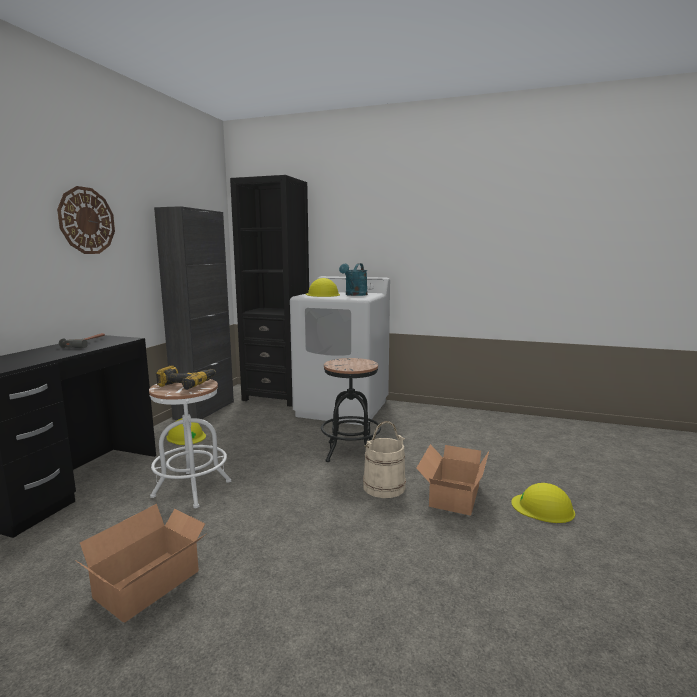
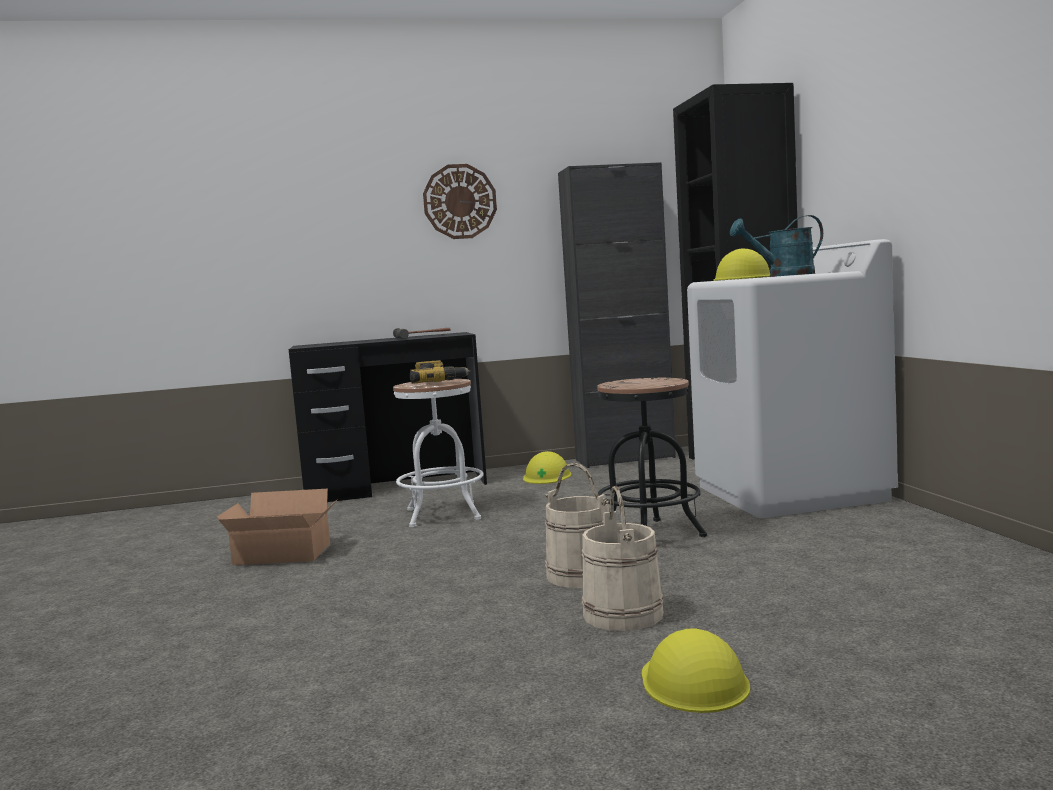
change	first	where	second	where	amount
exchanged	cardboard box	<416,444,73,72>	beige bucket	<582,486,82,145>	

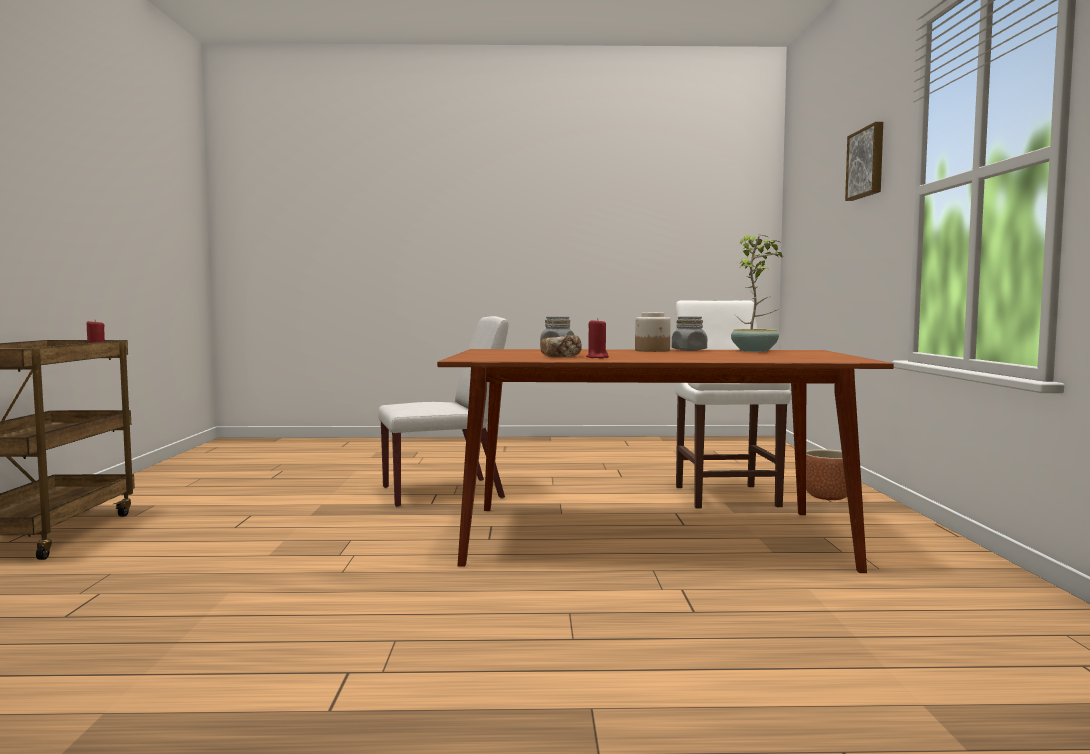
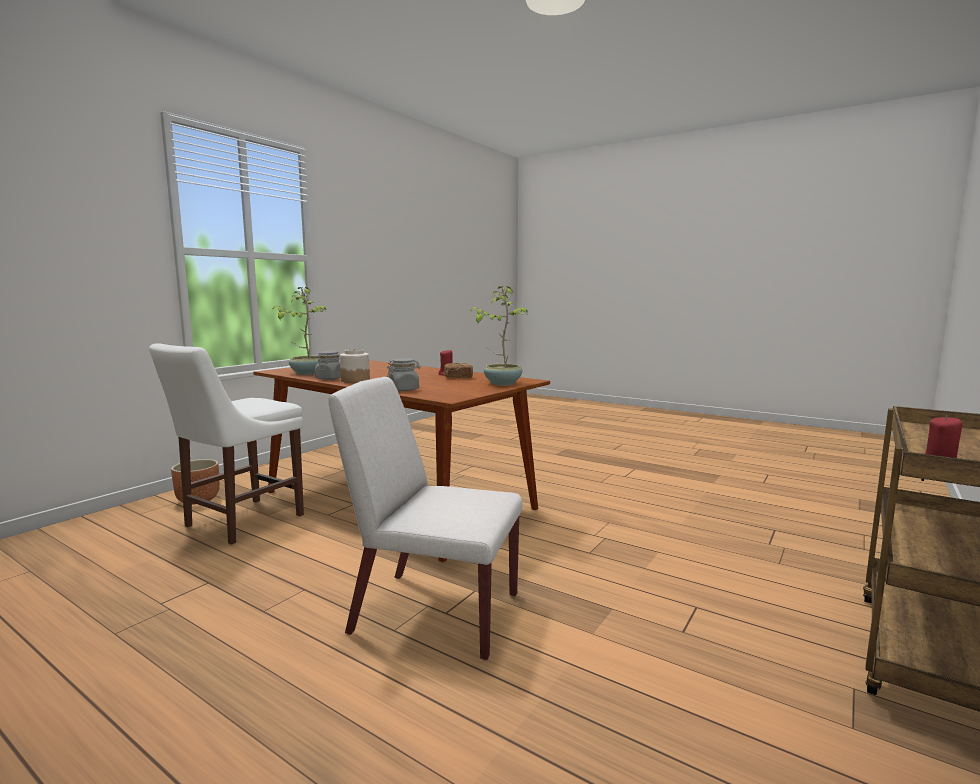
change	first	where	second	where	amount
missing	picture	<845,122,38,79>			
appeared			potted plant	<470,286,59,100>	

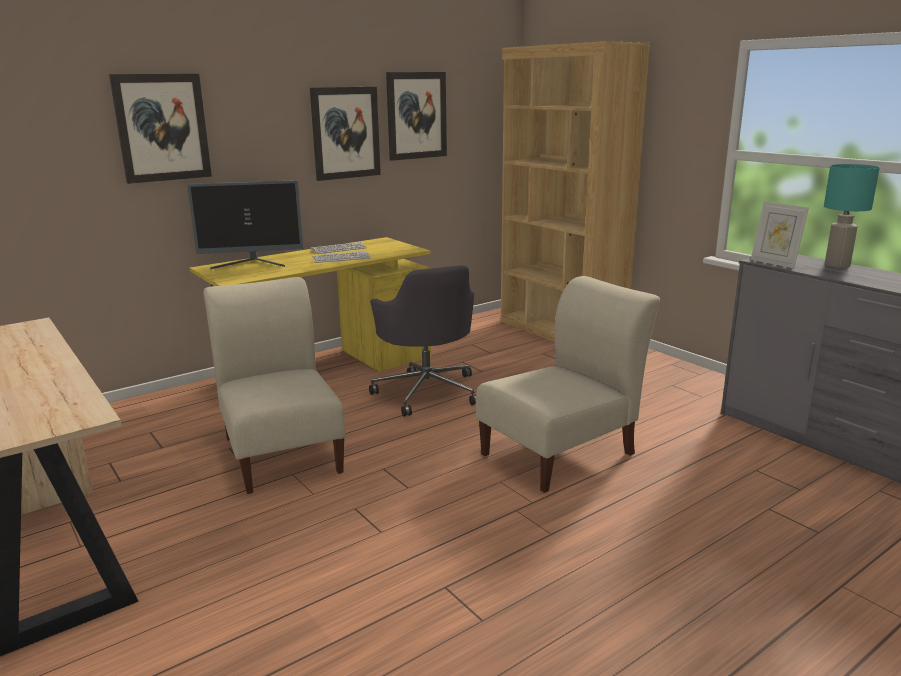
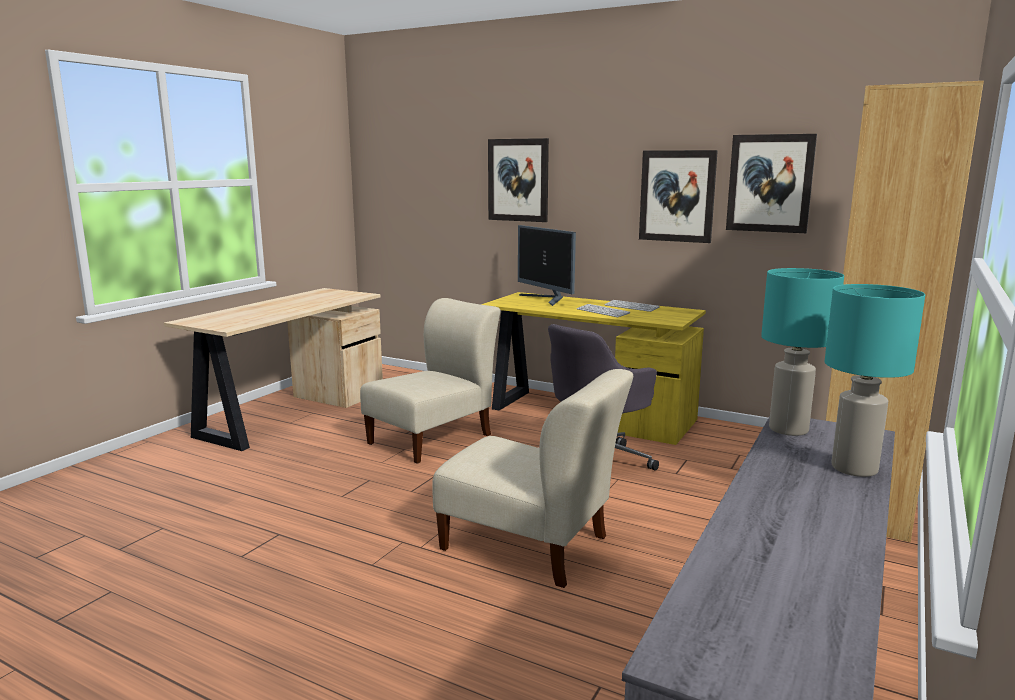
change	first	where	second	where	amount
exchanged	picture frame	<751,202,58,66>	turquoise table lamp	<761,268,83,168>	

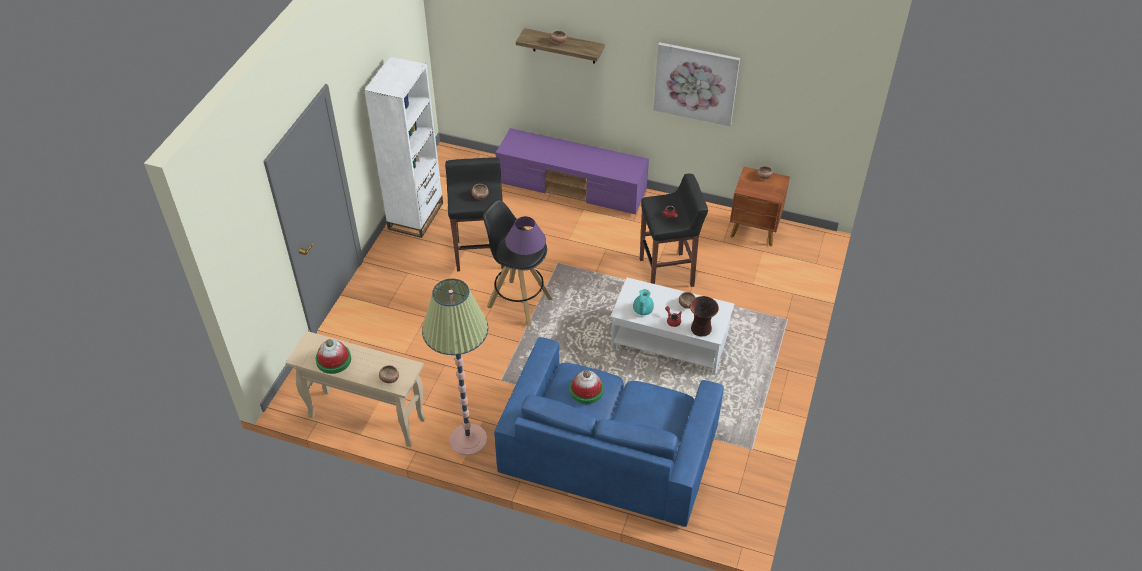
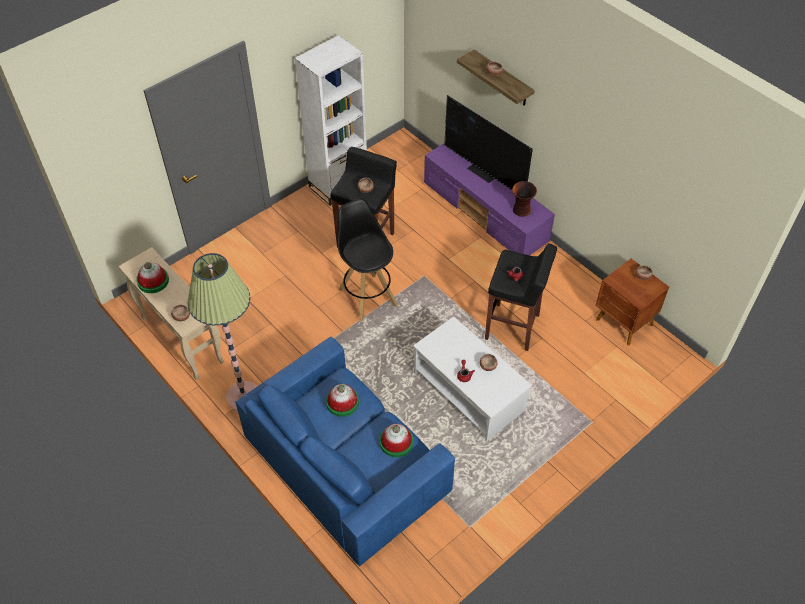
change	first	where	second	where	amount
missing	purple table lamp	<505,216,41,40>			
missing	turquoise teapot	<633,289,21,26>			
missing	picture	<653,42,87,84>			
relocated	vase	<690,296,29,40>		<512,181,25,36>	
appeared			hat	<380,423,33,34>	
appeared			television	<444,95,89,95>	

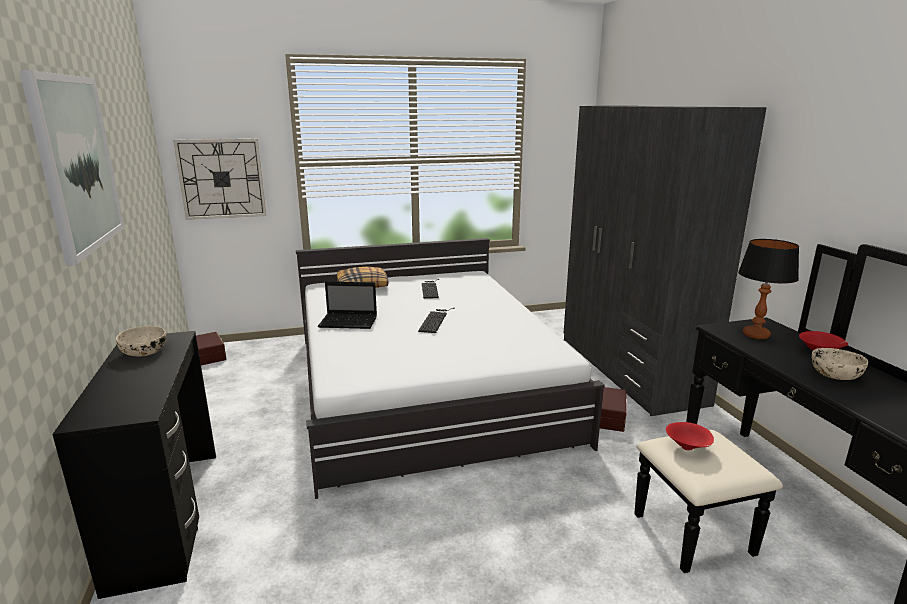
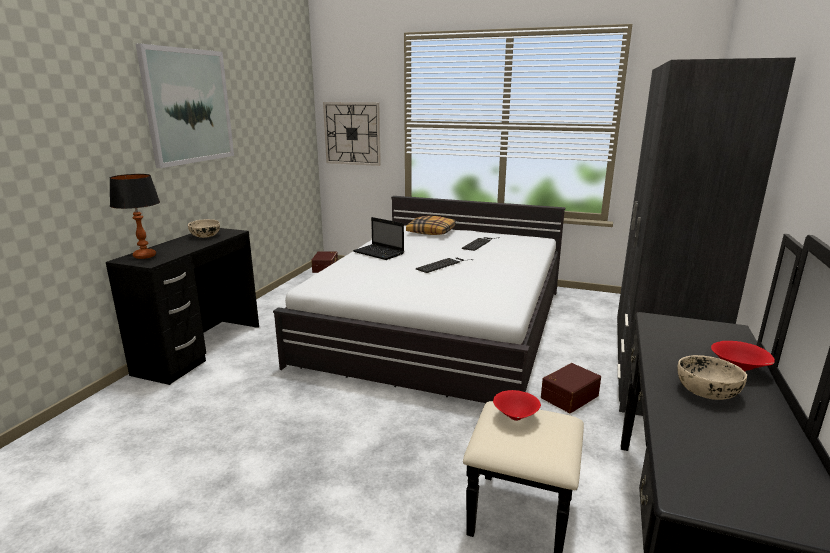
change	first	where	second	where	amount
relocated	table lamp	<738,239,61,100>		<109,174,51,85>	

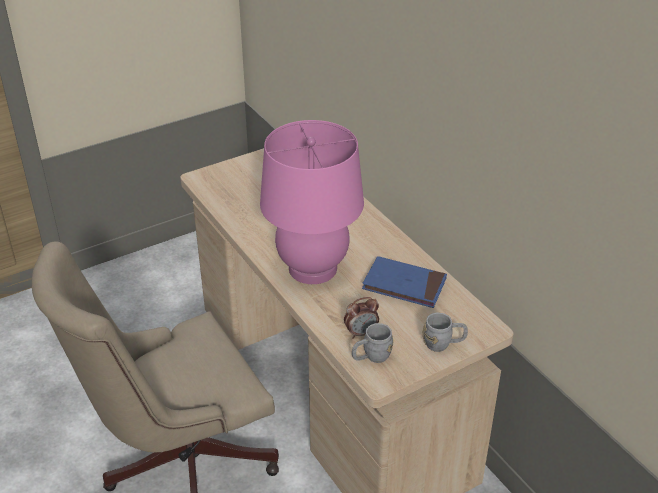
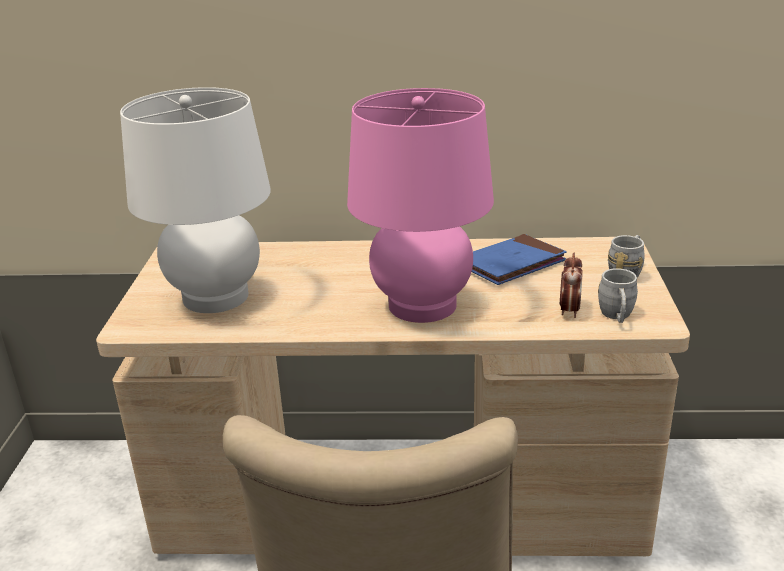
change	first	where	second	where	amount
appeared			white table lamp	<120,87,151,226>	

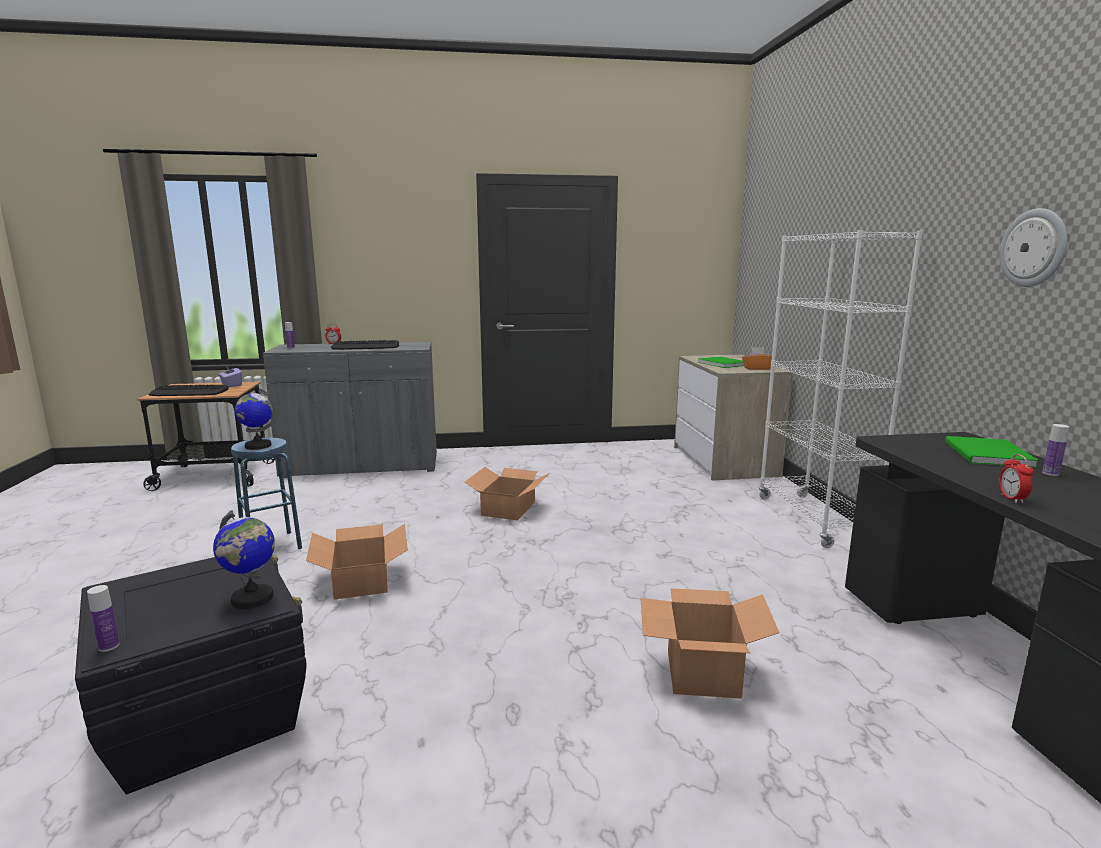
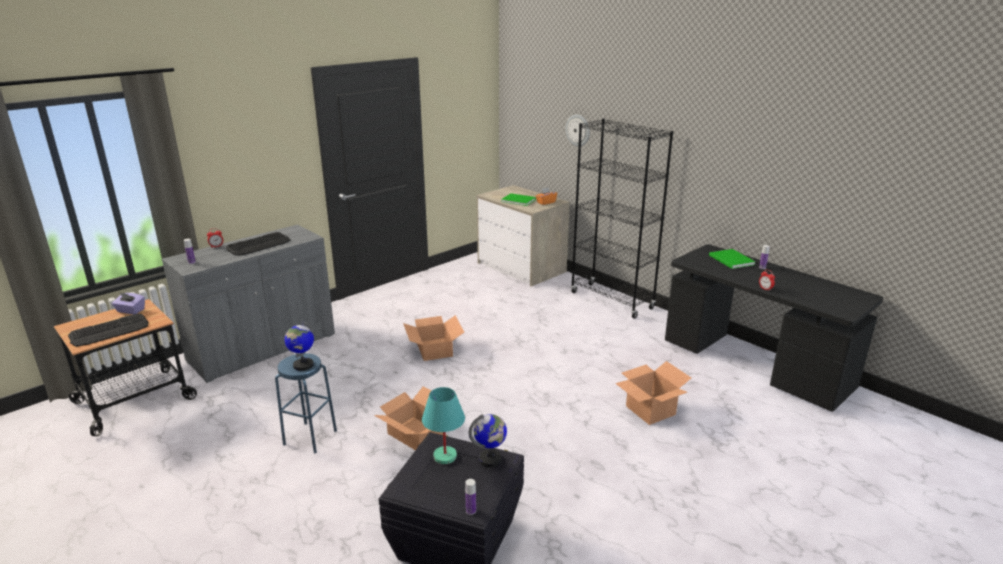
change	first	where	second	where	amount
colour	white bookcase	<758,230,165,318>	black bookcase	<571,118,102,201>	
relocated	wall clock	<999,208,69,79>		<566,115,24,31>	
appeared			turquoise table lamp	<422,387,43,77>	

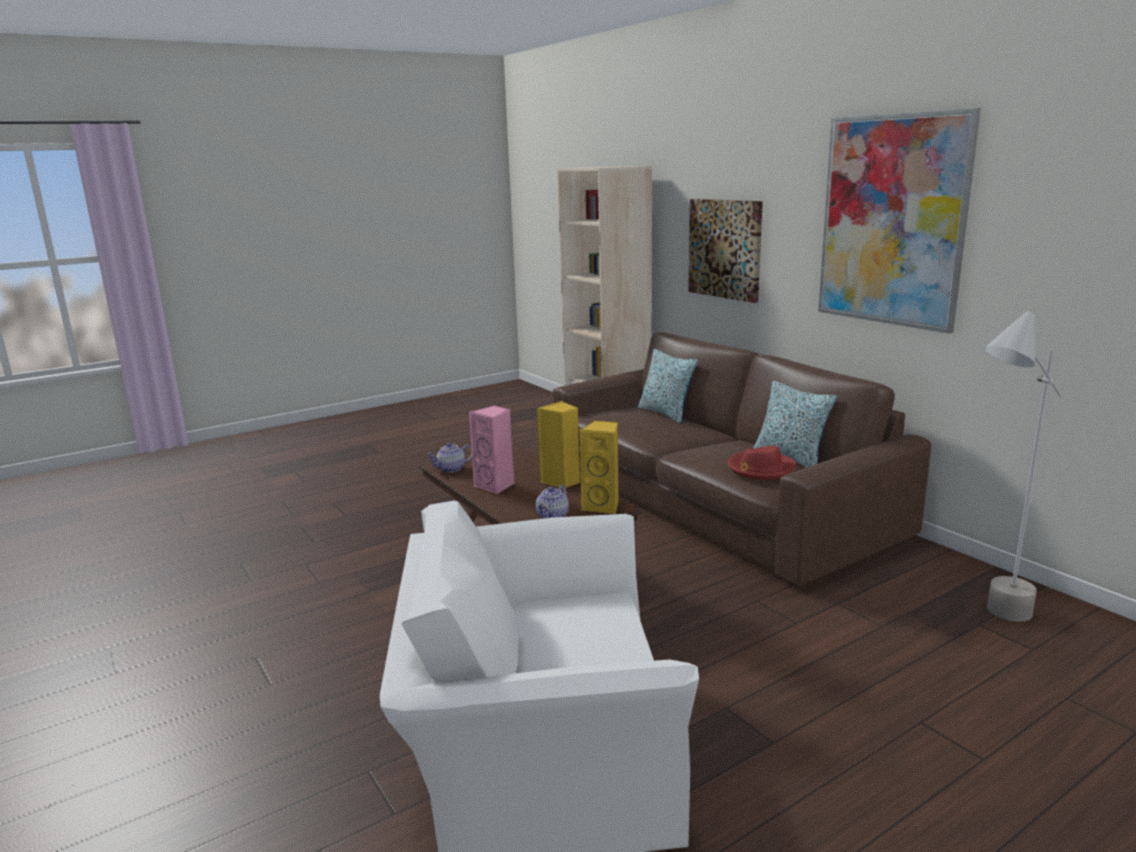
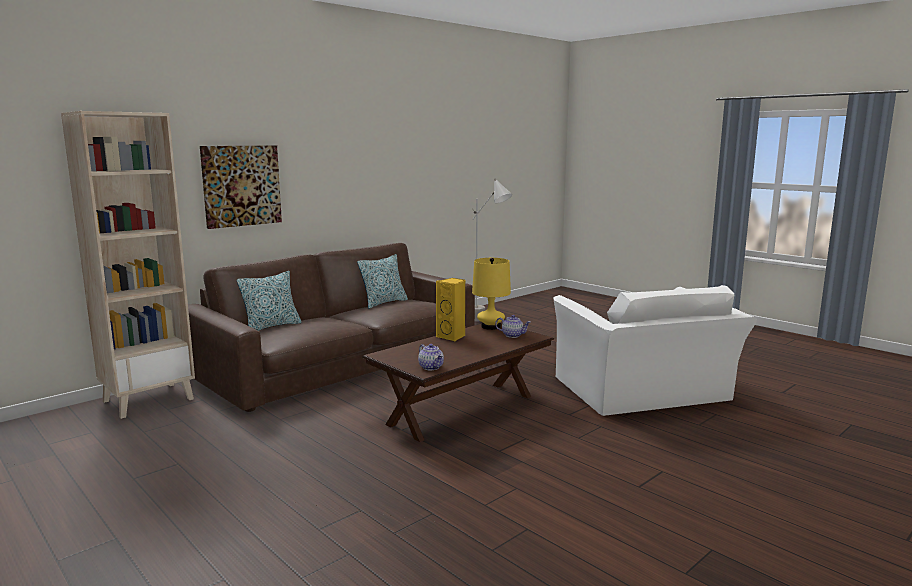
change	first	where	second	where	amount
missing	pink speaker	<469,405,46,90>			
exchanged	yellow speaker	<580,420,39,94>	yellow table lamp	<472,258,39,72>	
missing	red hat	<728,446,68,34>			
missing	picture	<818,108,163,226>			

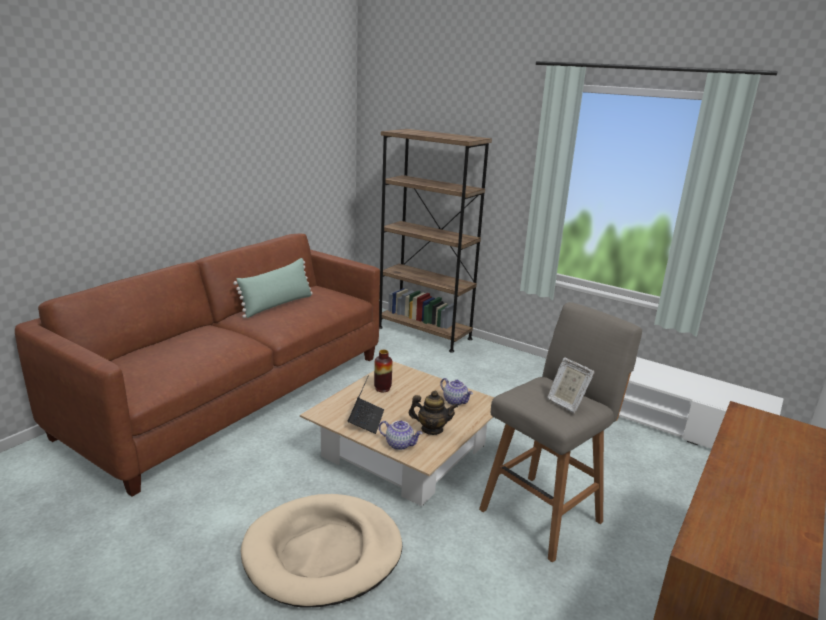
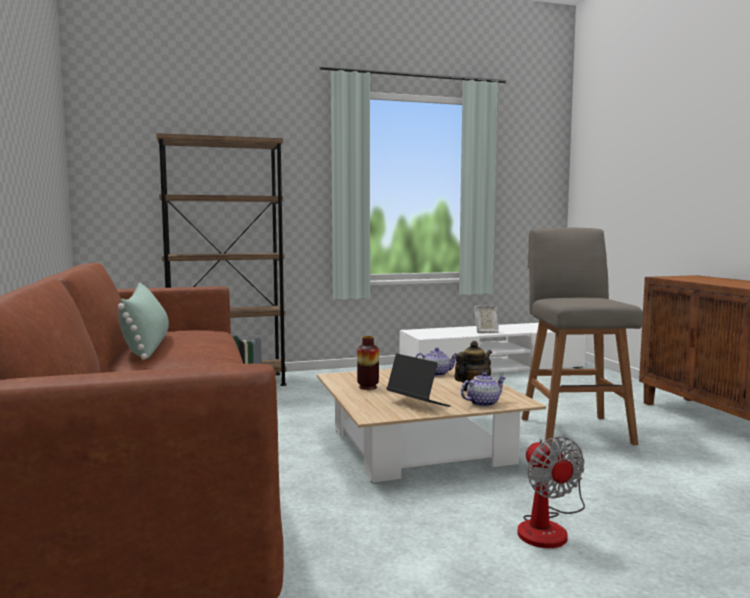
change	first	where	second	where	amount
exchanged	beige dog bed	<241,494,161,113>	fan	<517,436,68,112>	
relocated	picture frame	<547,357,48,56>		<474,306,25,27>	

